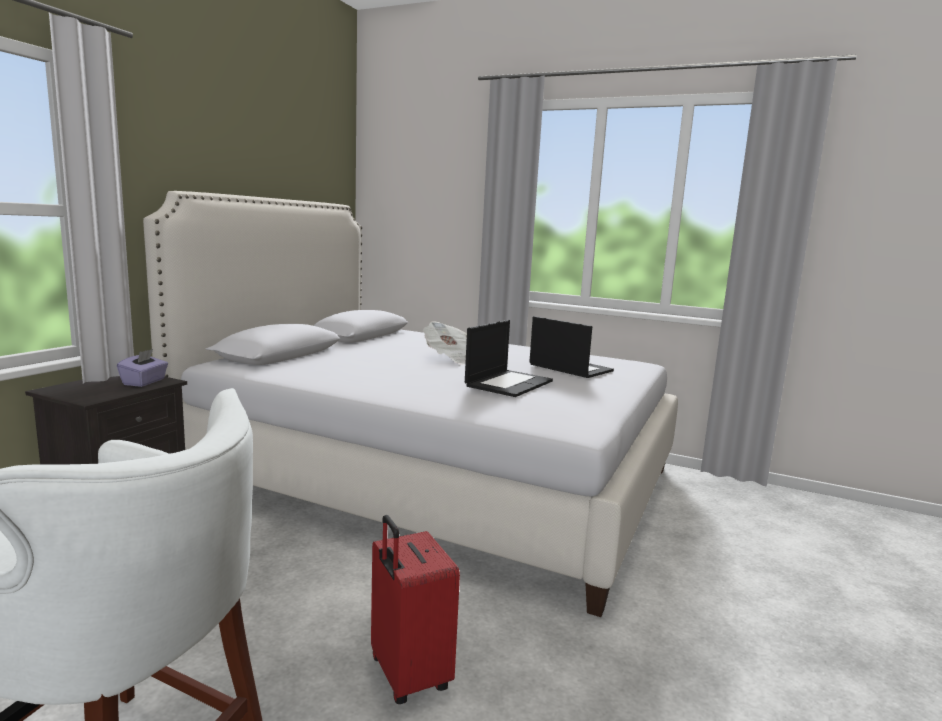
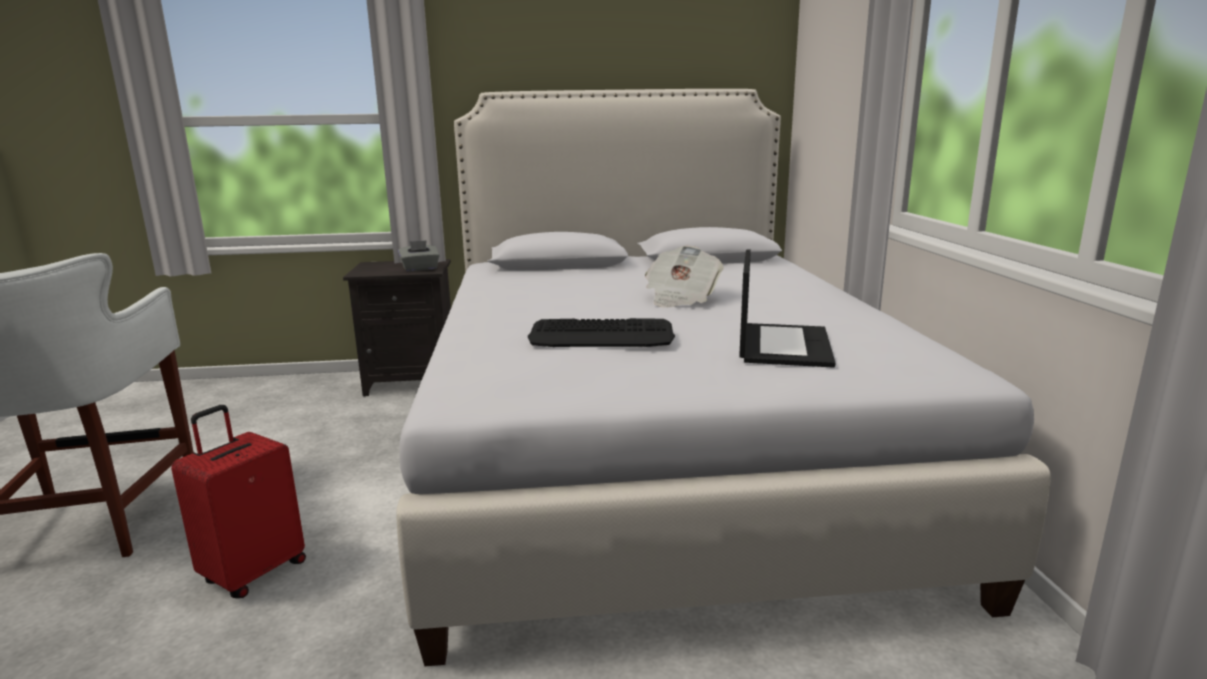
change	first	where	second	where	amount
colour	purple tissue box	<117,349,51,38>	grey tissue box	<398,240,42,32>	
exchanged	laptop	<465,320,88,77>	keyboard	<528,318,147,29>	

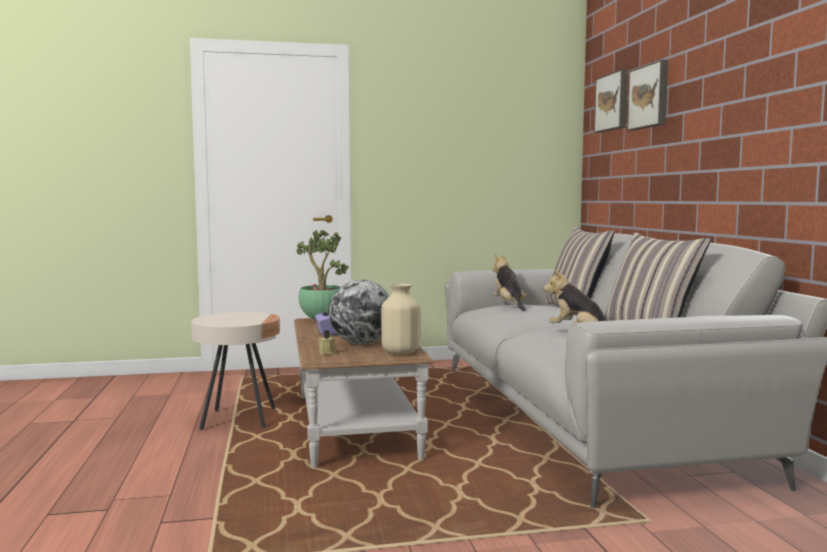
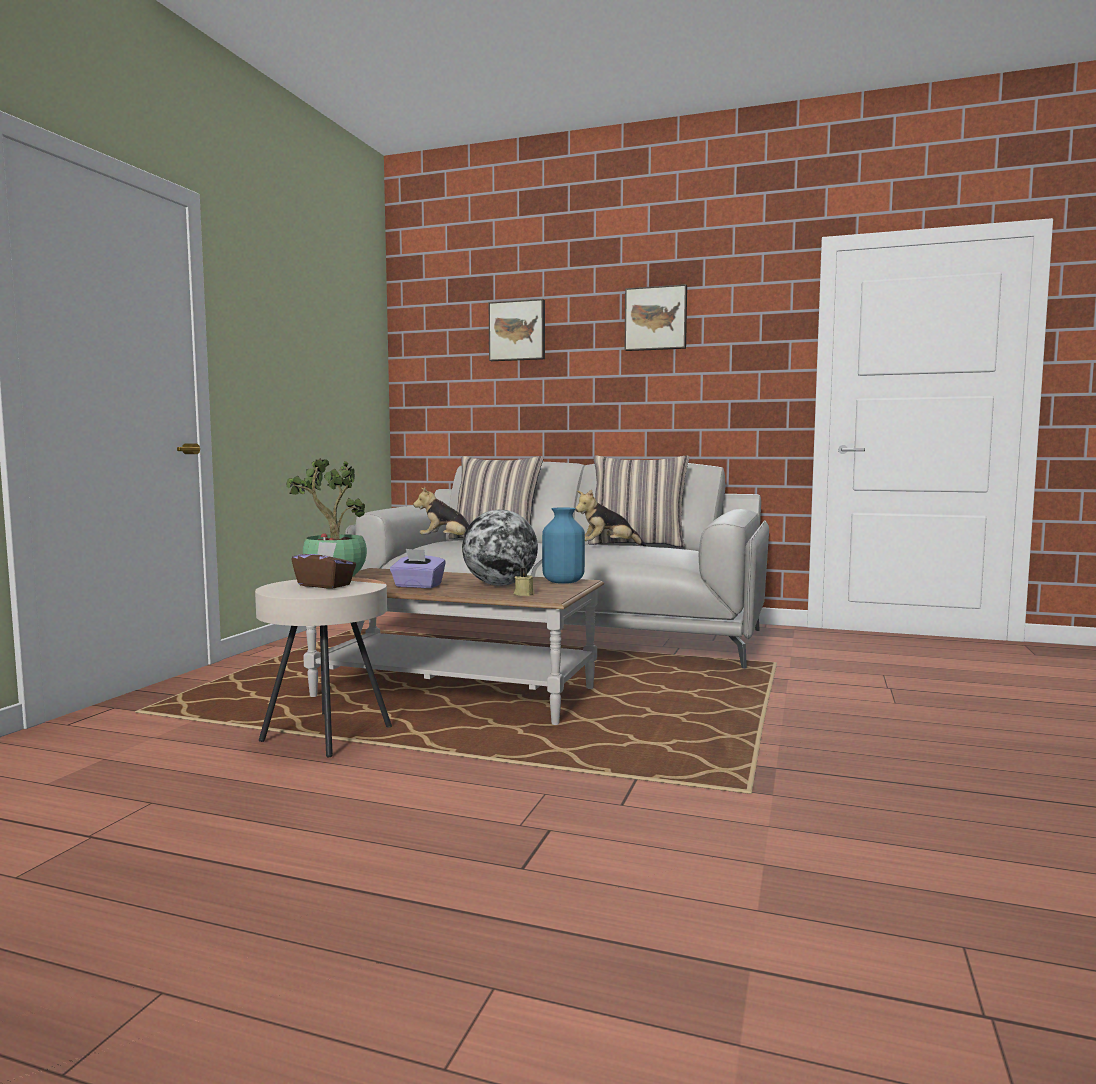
change	first	where	second	where	amount
colour	beige vase	<381,283,40,72>	blue vase	<542,507,43,77>	
relocated	picture	<594,69,34,64>		<625,284,62,67>	
appeared			brown tissue box	<291,541,65,48>	

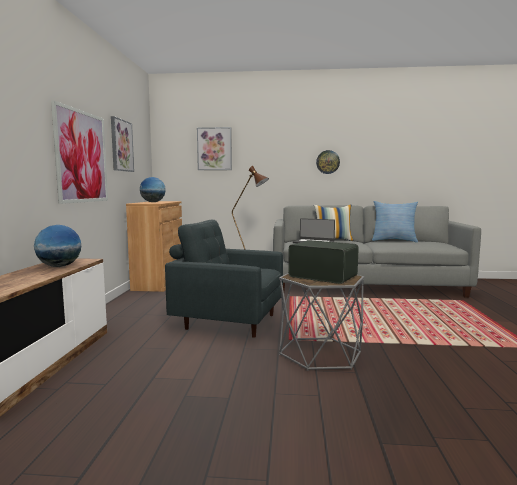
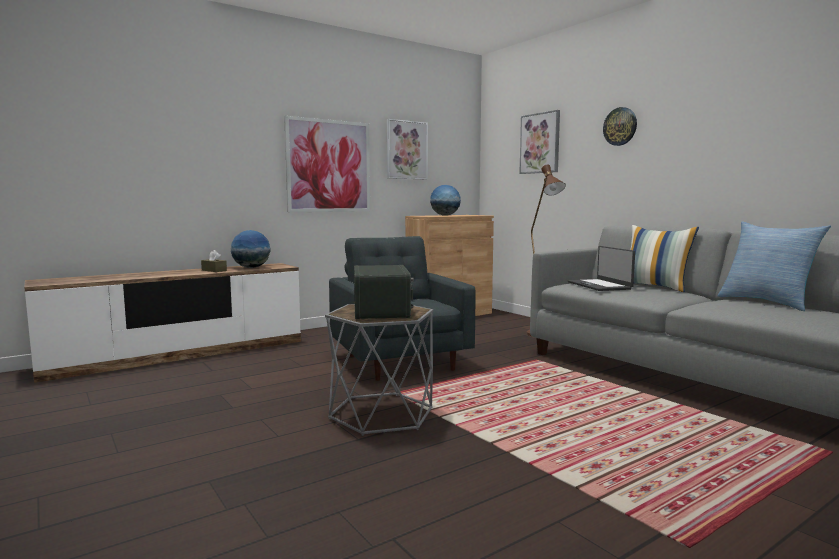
change	first	where	second	where	amount
relocated	wall clock	<316,150,24,24>		<603,107,34,39>	
appeared			brown tissue box	<201,250,26,22>	

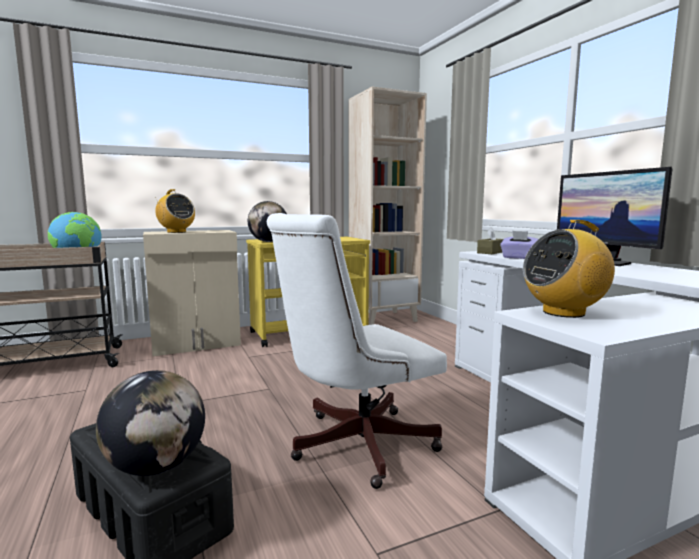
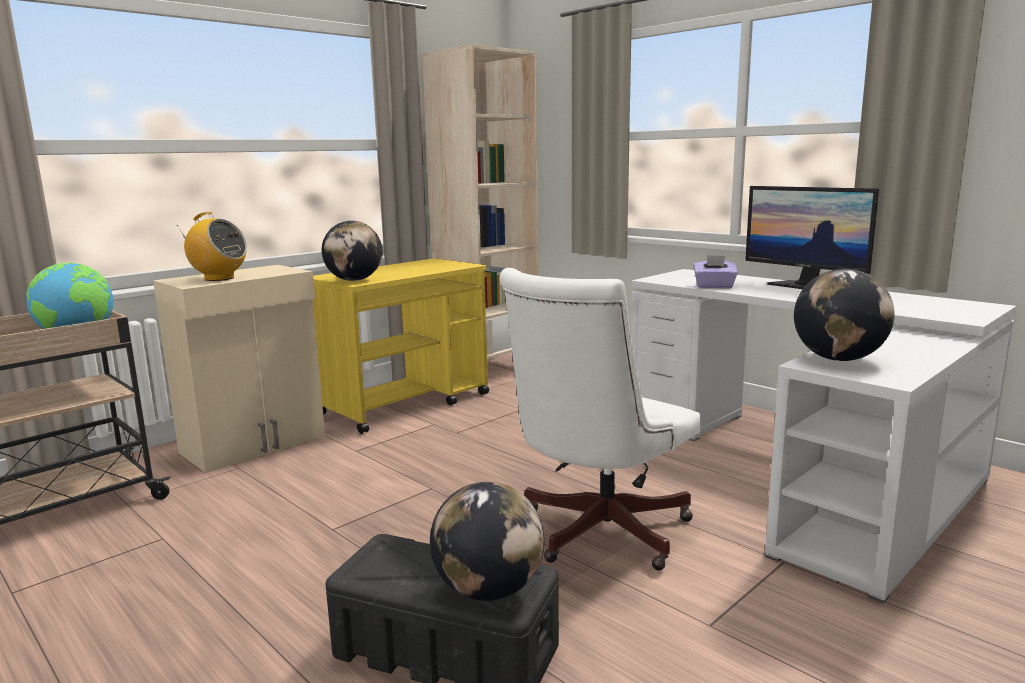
change	first	where	second	where	amount
missing	brown tissue box	<477,227,27,27>			
exchanged	radio	<523,220,92,98>	globe	<794,269,101,92>	

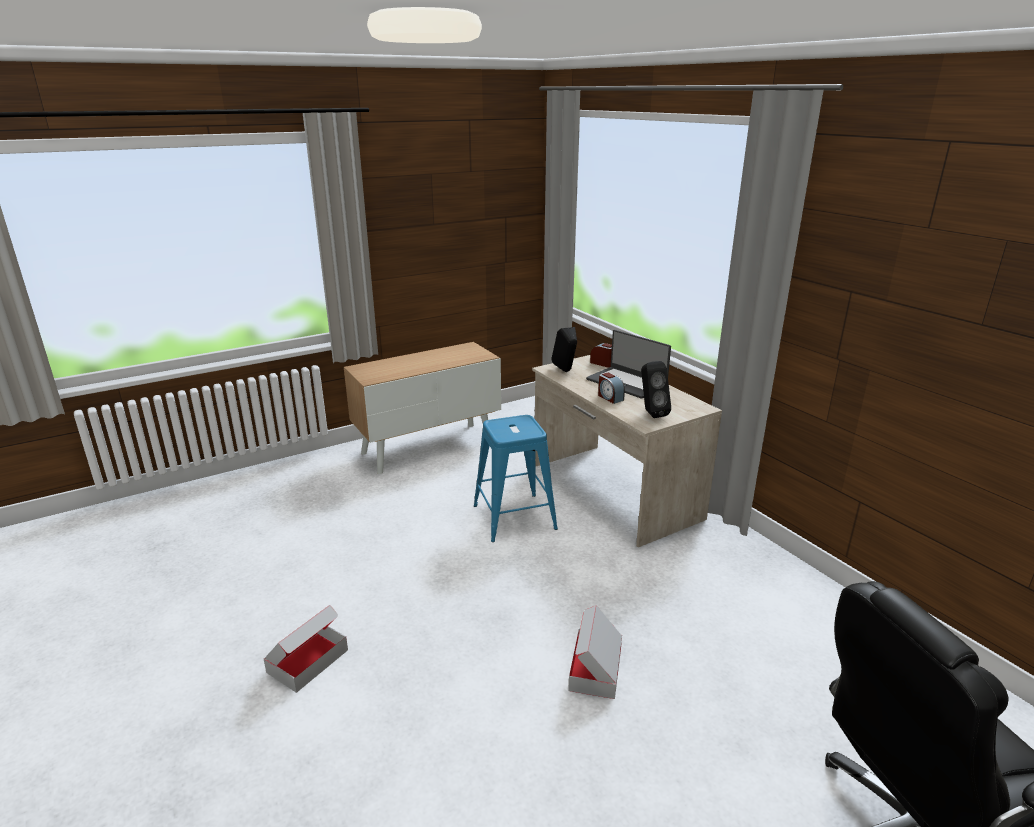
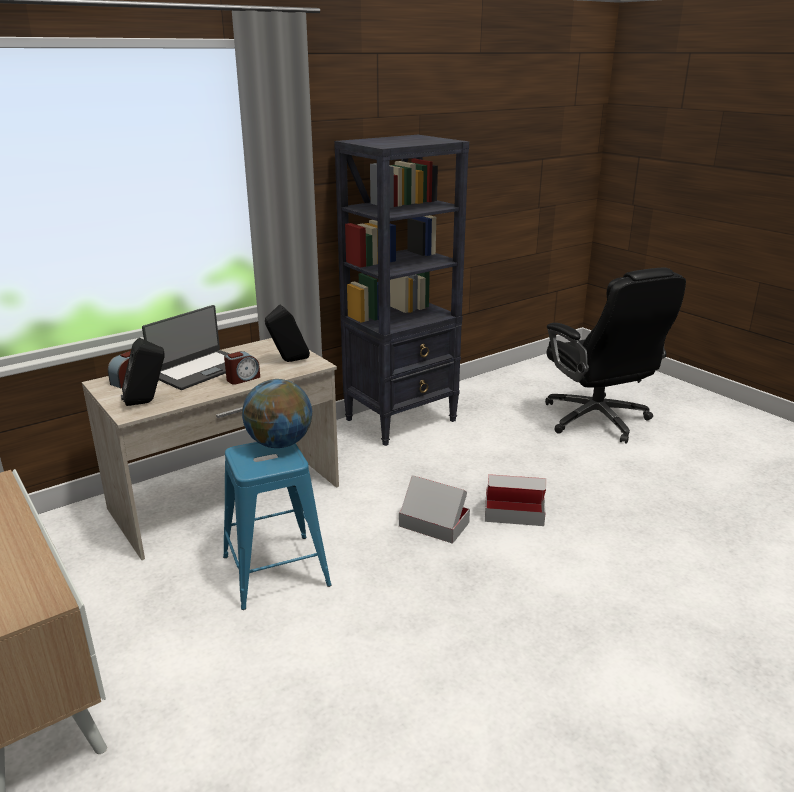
change	first	where	second	where	amount
relocated	cardboard box	<264,605,84,88>		<399,475,71,69>	
appeared			globe	<242,379,70,69>	
appeared			black bookcase	<334,135,135,311>	

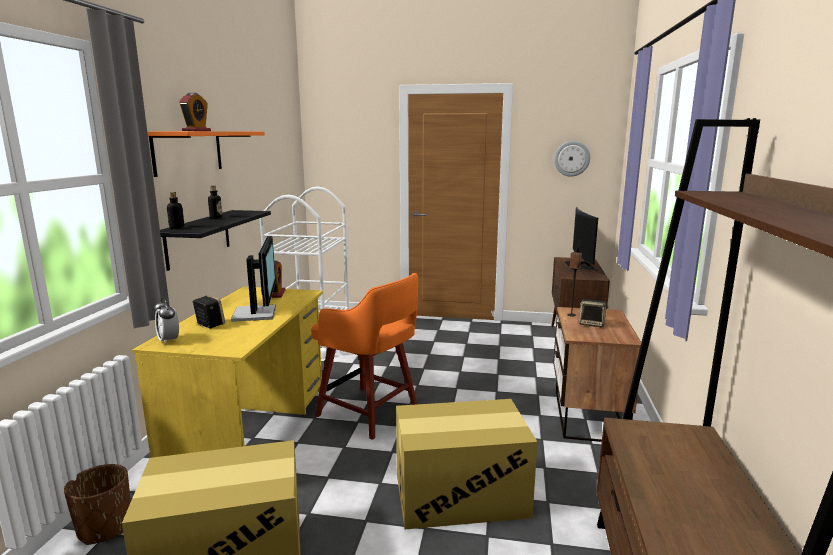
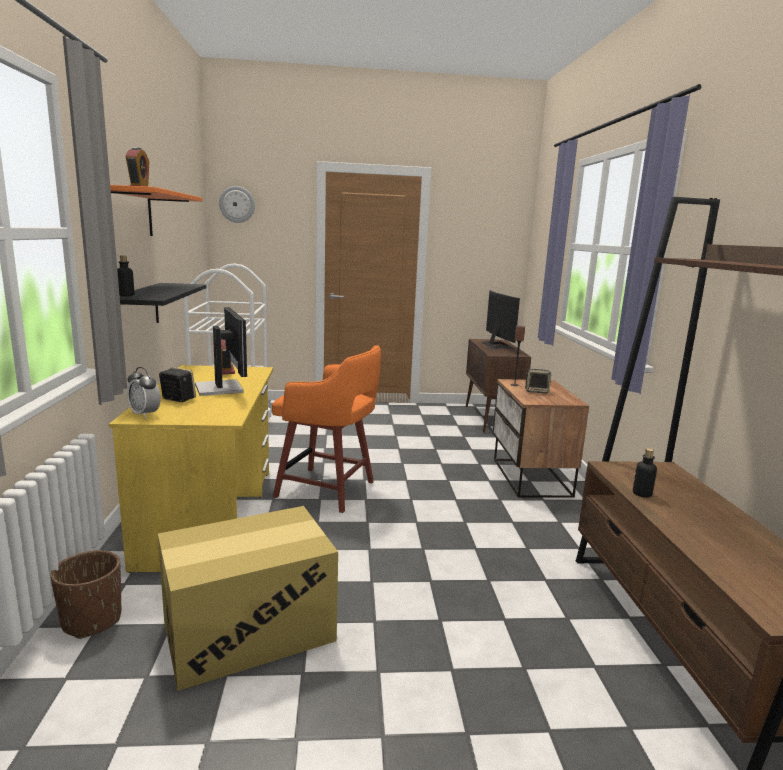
change	first	where	second	where	amount
relocated	bottle	<208,186,15,32>		<633,448,24,50>	
missing	cardboard box	<396,399,142,130>			
relocated	wall clock	<554,141,36,35>		<219,186,36,37>	

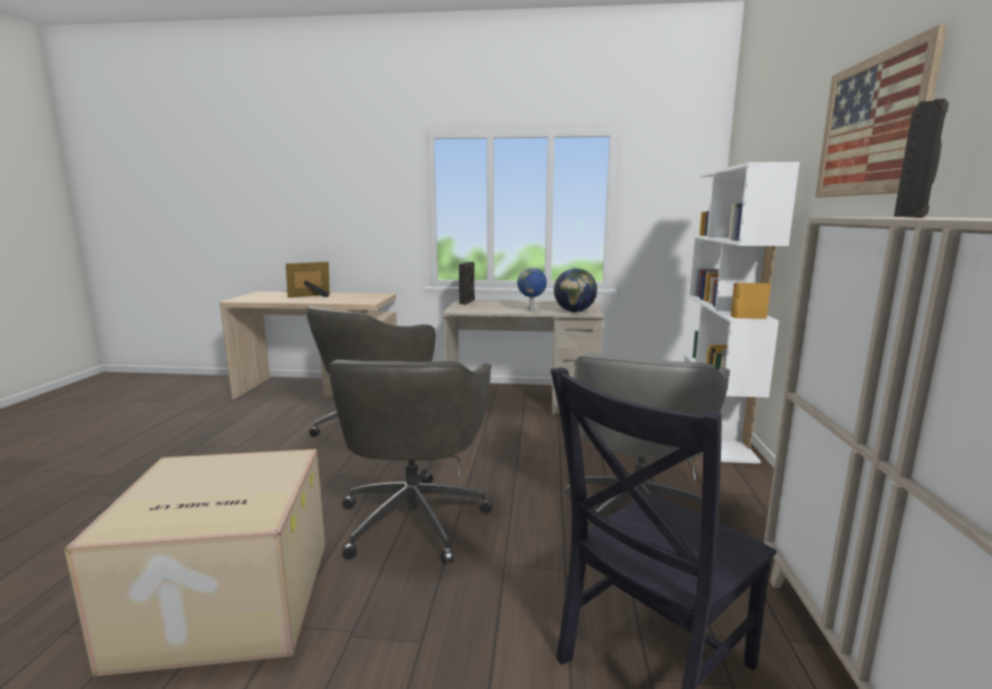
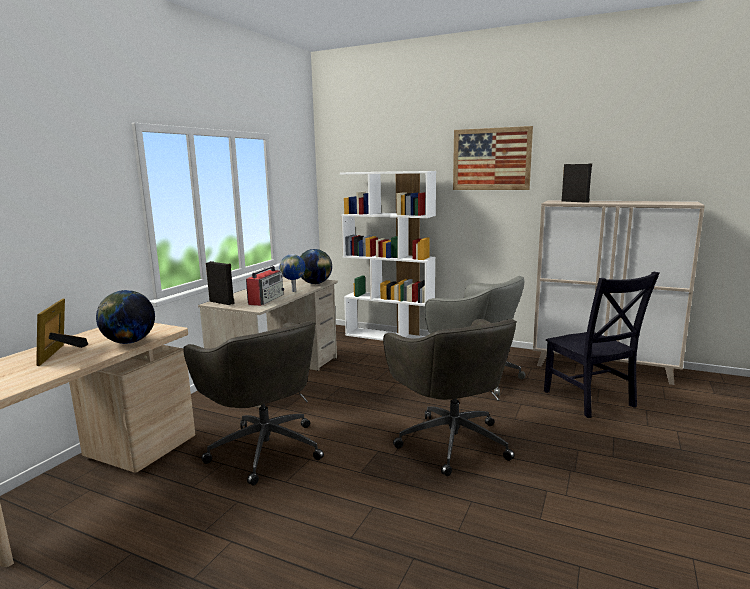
change	first	where	second	where	amount
missing	cardboard box	<64,449,261,228>			
spun	grey office chair	<328,360,165,204>		<383,319,134,157>	45 degrees clockwise
appeared			globe	<96,290,59,54>	
appeared			radio	<246,264,38,42>	

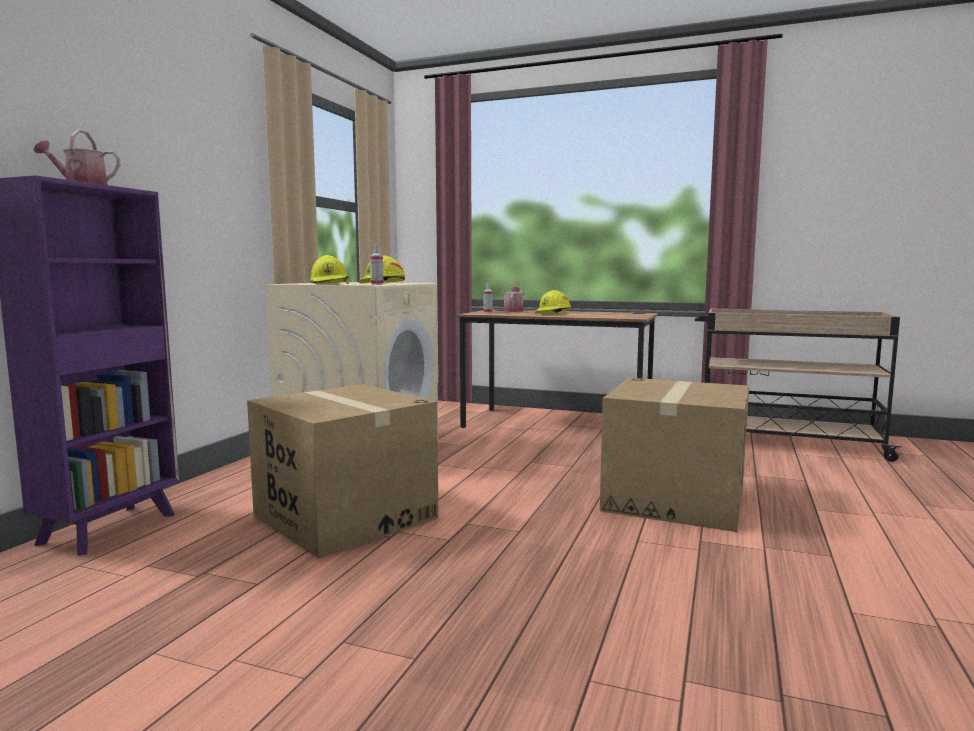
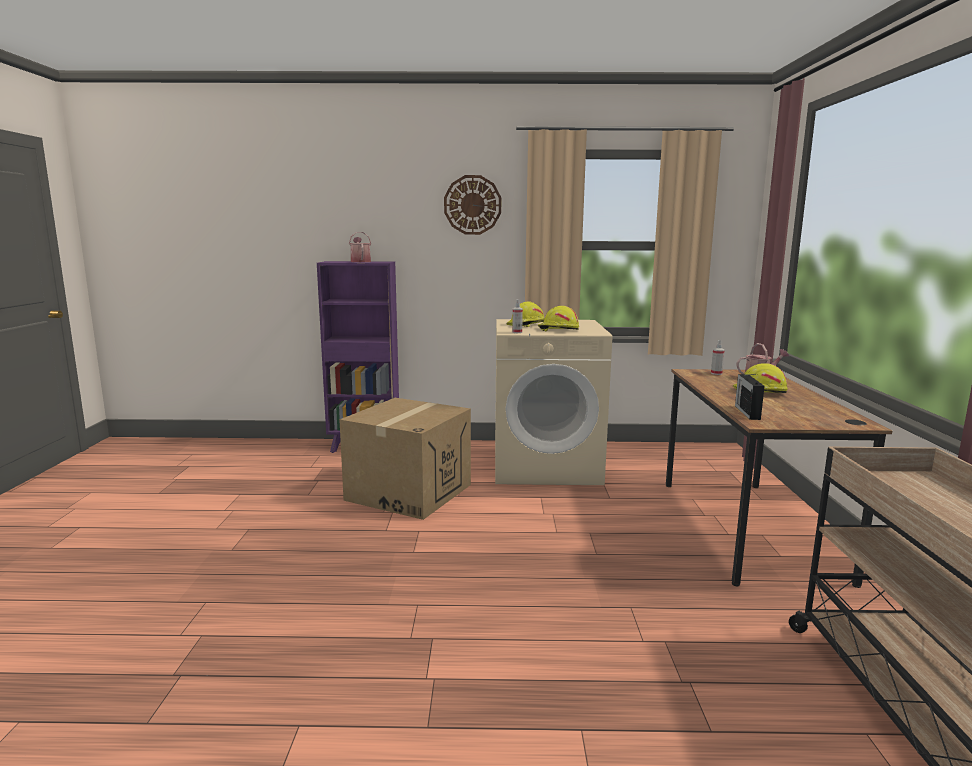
change	first	where	second	where	amount
missing	cardboard box	<600,378,149,154>			
appeared			wall clock	<444,175,57,60>	
appeared			radio	<735,374,29,46>	

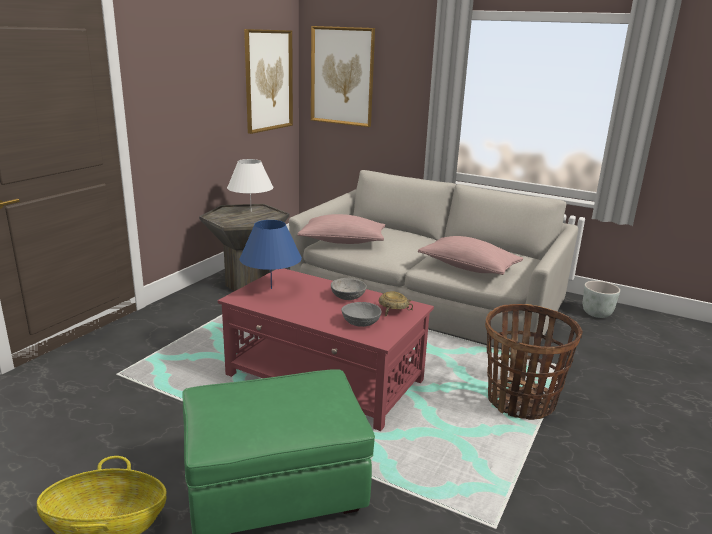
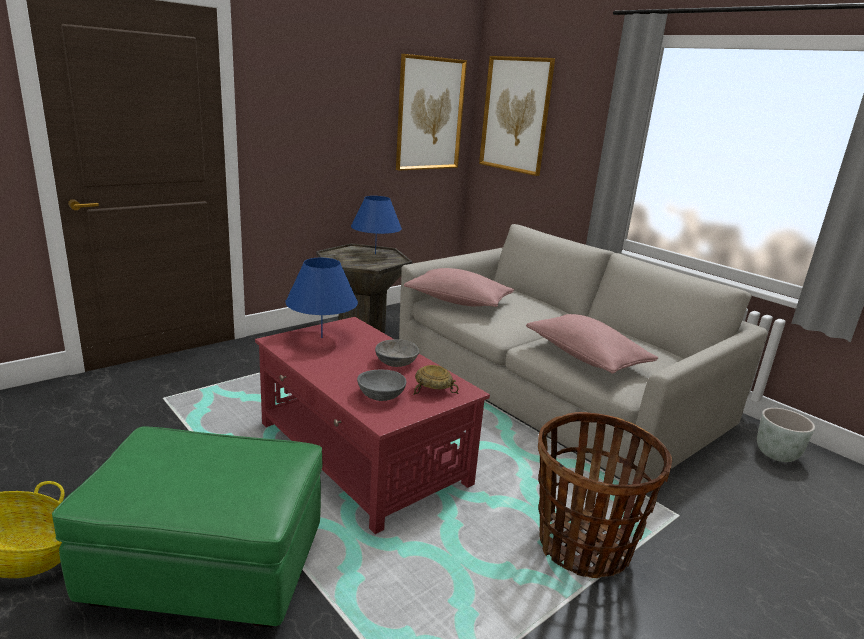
change	first	where	second	where	amount
colour	white table lamp	<227,159,46,53>	blue table lamp	<351,196,51,58>	

